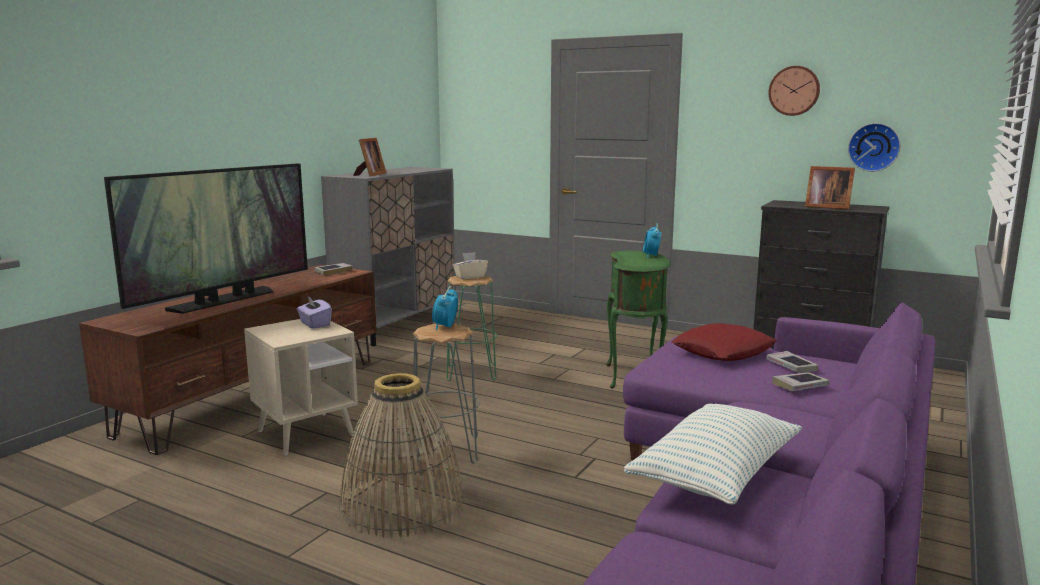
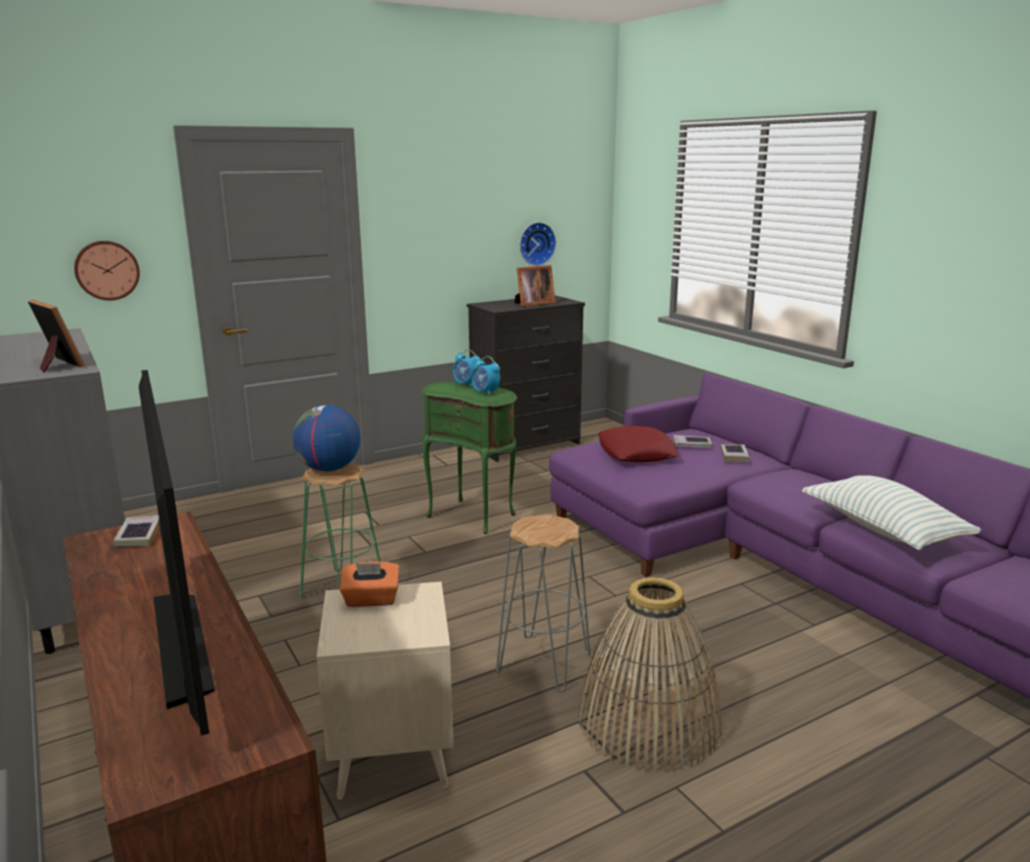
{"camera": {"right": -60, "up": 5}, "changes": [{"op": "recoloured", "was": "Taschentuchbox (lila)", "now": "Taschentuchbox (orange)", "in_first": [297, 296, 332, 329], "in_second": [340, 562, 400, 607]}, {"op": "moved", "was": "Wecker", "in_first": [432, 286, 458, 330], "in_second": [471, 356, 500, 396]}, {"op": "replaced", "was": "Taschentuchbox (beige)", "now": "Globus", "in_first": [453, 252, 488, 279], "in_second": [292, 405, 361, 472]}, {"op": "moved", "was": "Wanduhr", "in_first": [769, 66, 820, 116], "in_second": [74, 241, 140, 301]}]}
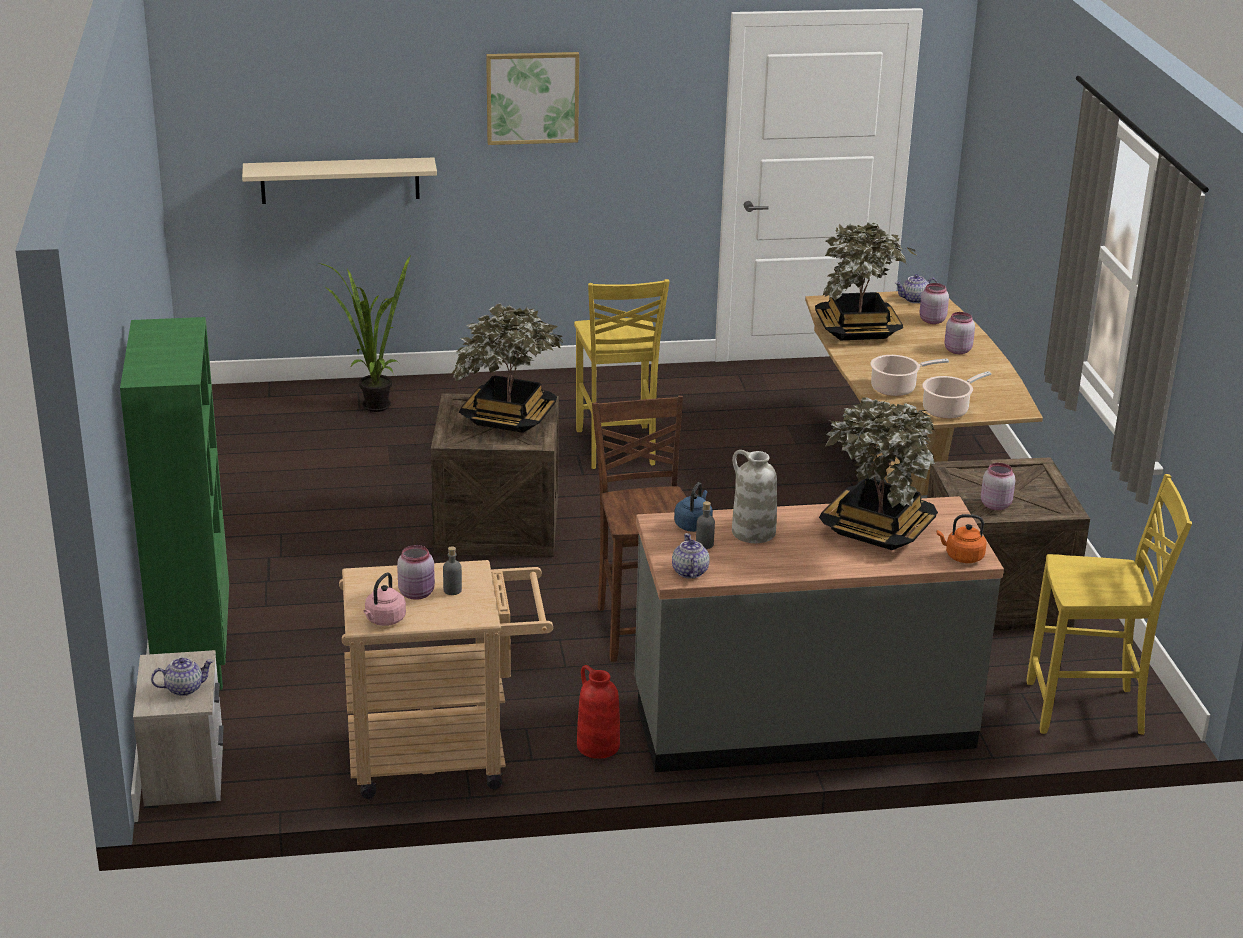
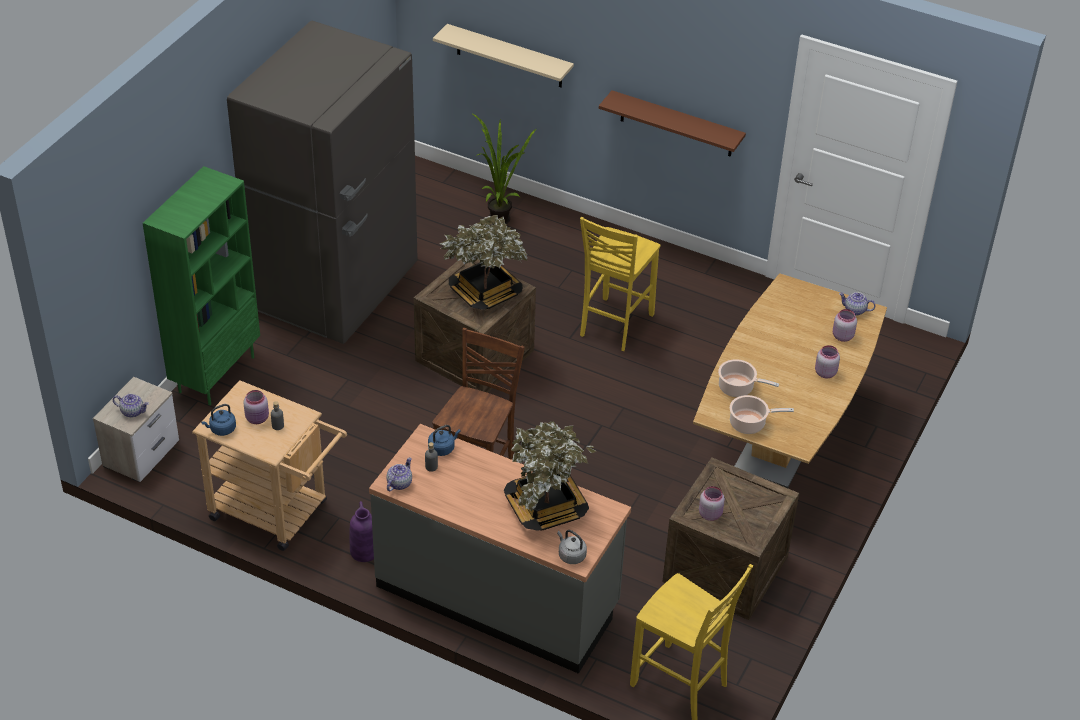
{"camera": {"right": 35, "up": 15}, "changes": [{"op": "recoloured", "was": "Wasserkessel (rosa)", "now": "Wasserkessel (blau)", "in_first": [364, 572, 406, 626], "in_second": [201, 404, 236, 436]}, {"op": "removed", "was": "Bild", "in_first": [486, 52, 579, 145]}, {"op": "recoloured", "was": "Vase (rot)", "now": "Vase (lila)", "in_first": [577, 665, 620, 759], "in_second": [350, 501, 374, 562]}, {"op": "removed", "was": "Vase (weiß)", "in_first": [732, 450, 777, 543]}, {"op": "removed", "was": "Topfpflanze", "in_first": [815, 222, 918, 340]}, {"op": "recoloured", "was": "Wasserkessel (orange)", "now": "Wasserkessel (grau)", "in_first": [937, 514, 987, 563], "in_second": [557, 530, 587, 564]}, {"op": "added", "now": "Kühlschrank (grau)", "in_second": [227, 21, 418, 344]}, {"op": "added", "now": "Wandregal (braun)", "in_second": [599, 90, 746, 157]}]}
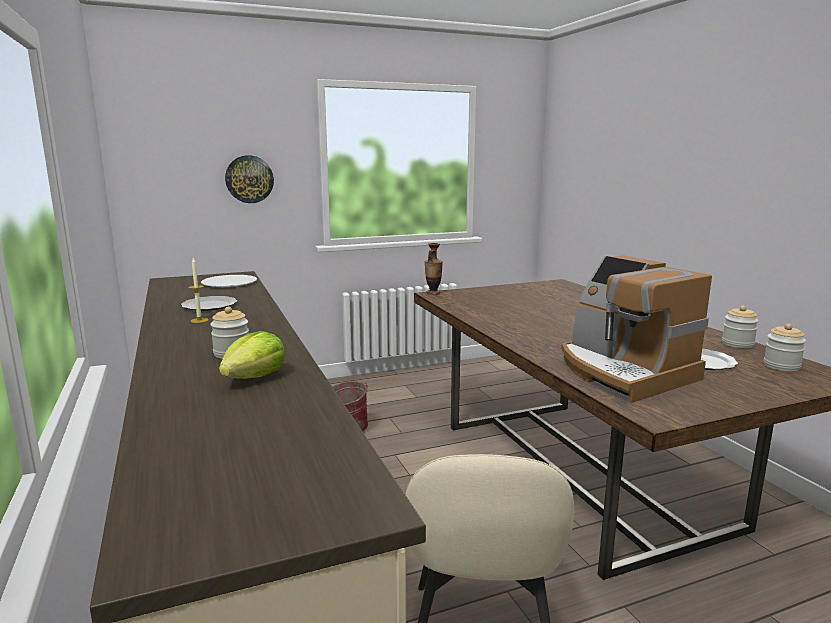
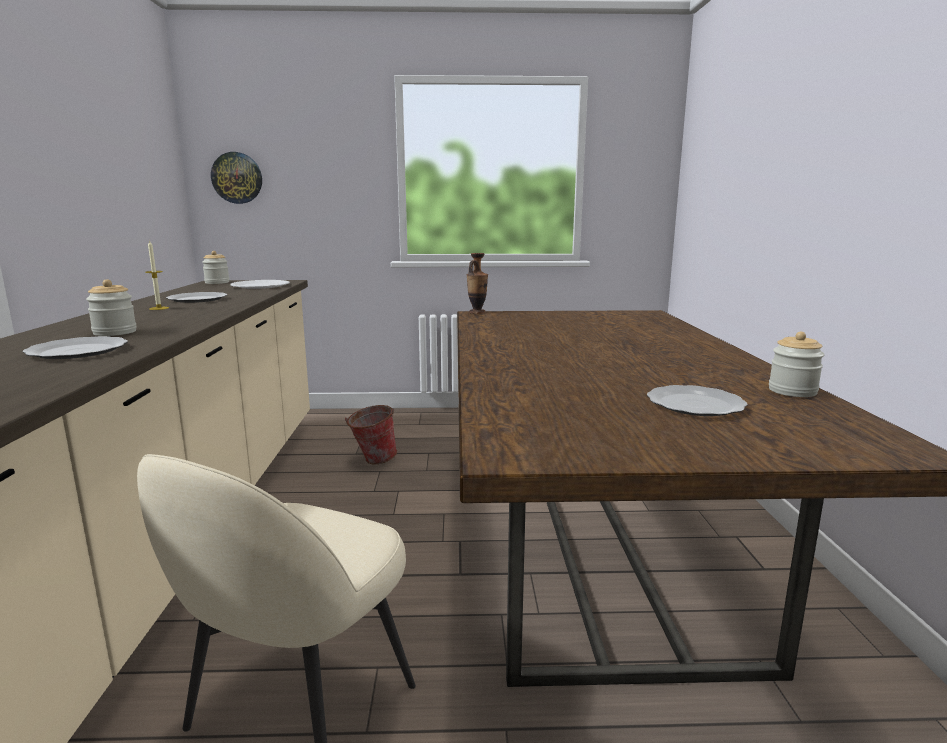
{"camera": {"right": 20, "up": 0}, "changes": [{"op": "replaced", "was": "Salatkopf", "now": "Teller", "in_first": [219, 331, 285, 379], "in_second": [22, 336, 128, 359]}, {"op": "moved", "was": "Wanduhr", "in_first": [225, 155, 274, 203], "in_second": [211, 152, 262, 204]}, {"op": "removed", "was": "Kaffeemaschine", "in_first": [561, 255, 712, 403]}, {"op": "moved", "was": "Vorratsglas", "in_first": [764, 324, 806, 372], "in_second": [202, 251, 230, 284]}]}
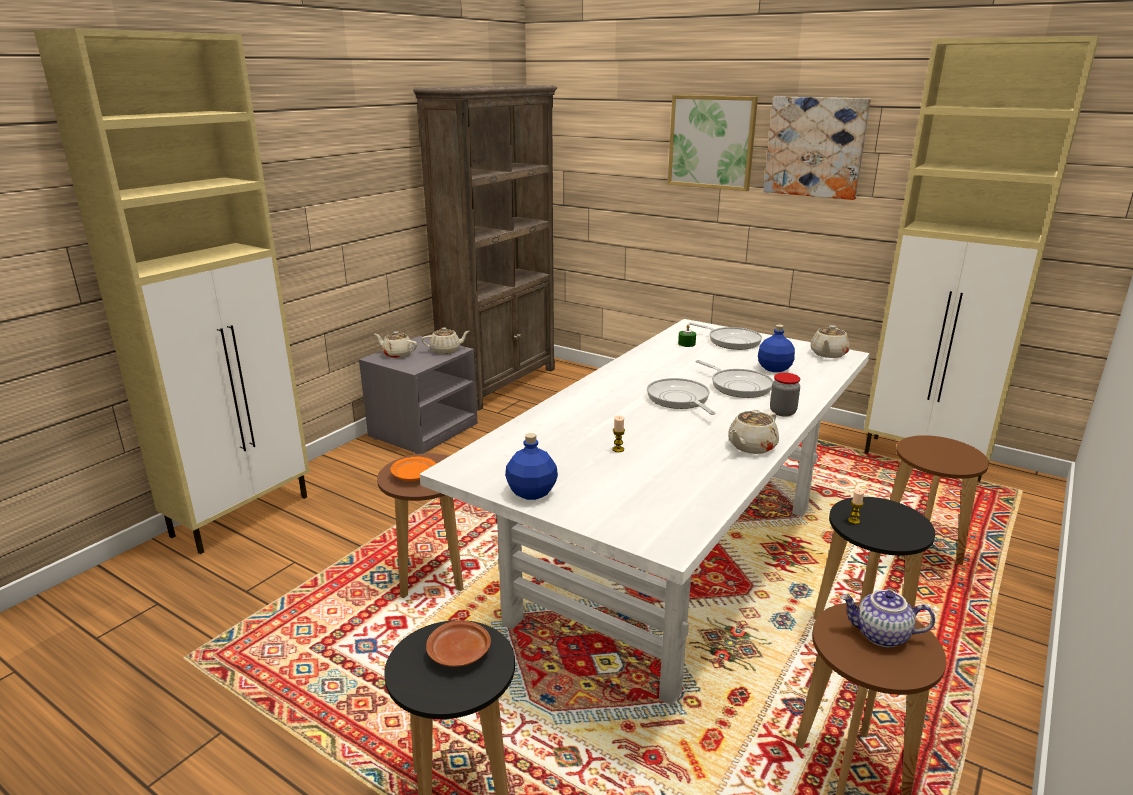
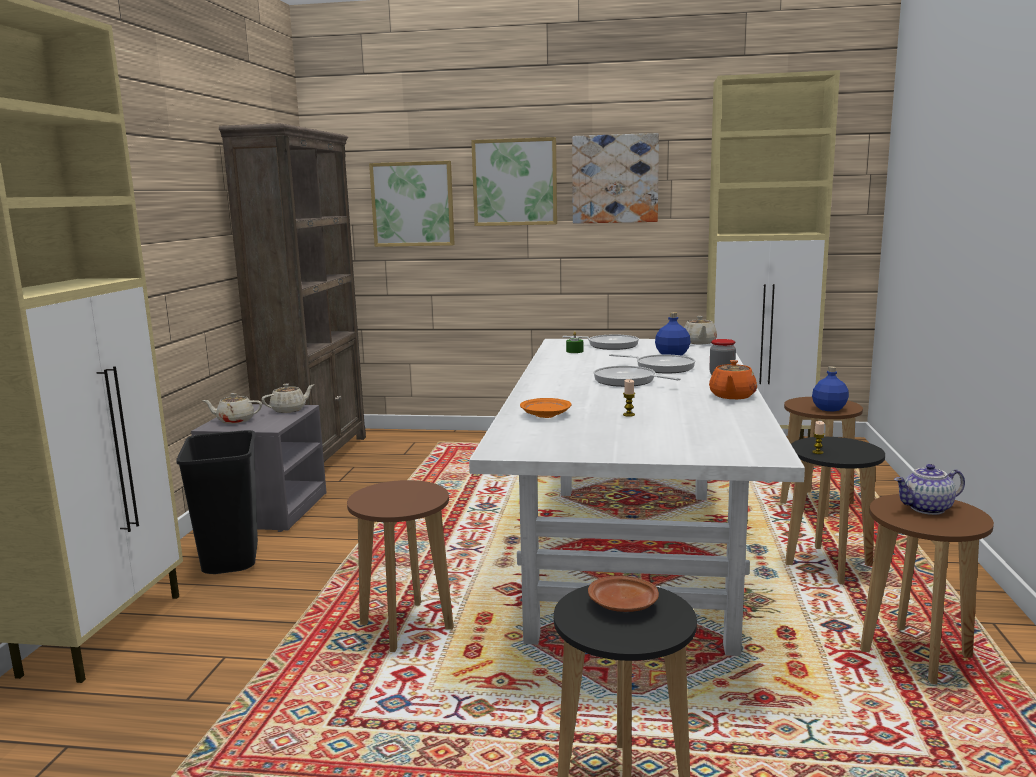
{"camera": {"right": -25, "up": -10}, "changes": [{"op": "moved", "was": "Teller (orange)", "in_first": [390, 457, 436, 481], "in_second": [520, 398, 571, 418]}, {"op": "moved", "was": "Flasche (blau)", "in_first": [505, 433, 558, 500], "in_second": [812, 366, 849, 411]}, {"op": "recoloured", "was": "Teekanne (beige)", "now": "Teekanne (orange)", "in_first": [728, 410, 779, 454], "in_second": [709, 360, 757, 399]}, {"op": "added", "now": "Mülleimer (schwarz)", "in_second": [176, 430, 258, 574]}, {"op": "added", "now": "Bild", "in_second": [369, 161, 455, 247]}]}
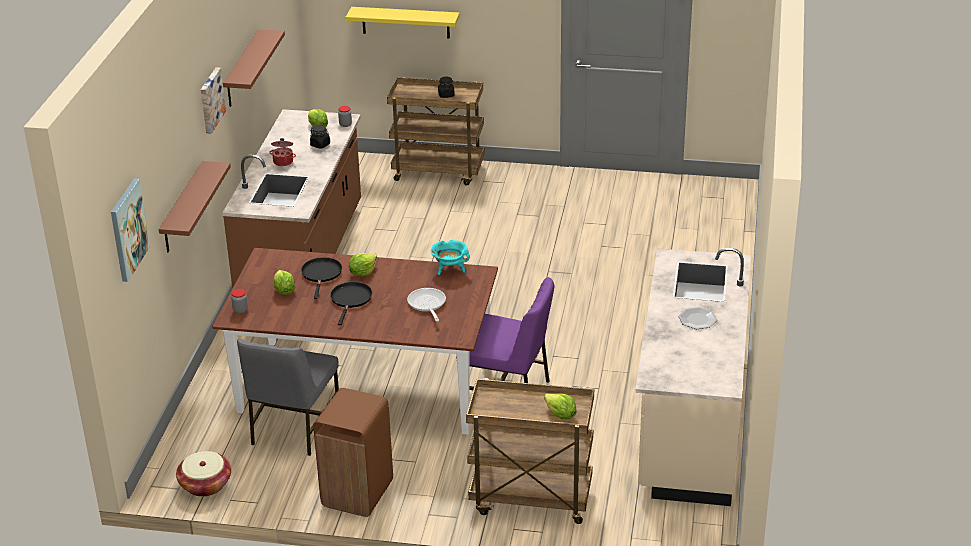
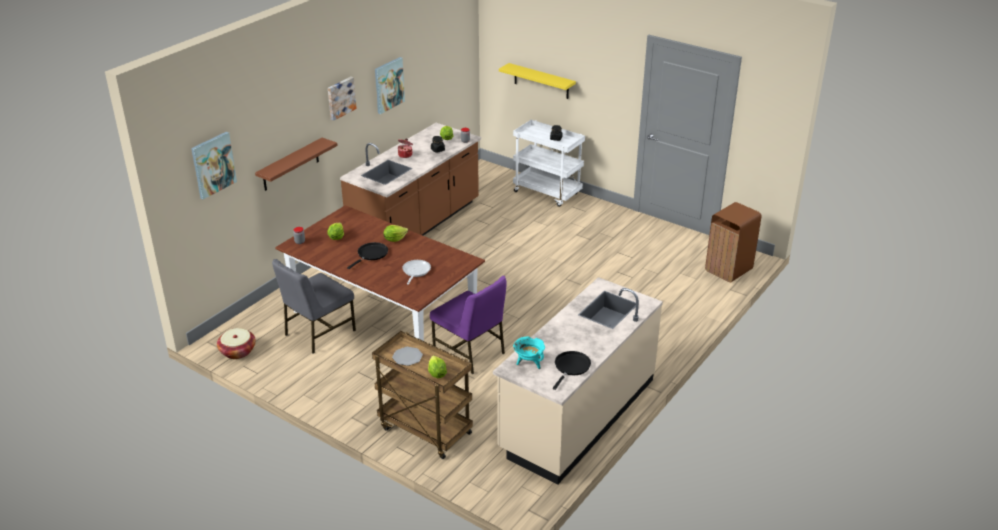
{"camera": {"right": 25, "up": 0}, "changes": [{"op": "replaced", "was": "Wandregal (braun)", "now": "Bild", "in_first": [223, 29, 285, 107], "in_second": [375, 57, 405, 114]}, {"op": "moved", "was": "Pfanne (schwarz)", "in_first": [301, 257, 342, 299], "in_second": [553, 351, 591, 390]}, {"op": "moved", "was": "Mülleimer (braun)", "in_first": [313, 388, 393, 517], "in_second": [705, 202, 762, 282]}, {"op": "recoloured", "was": "Rollwagen (braun)", "now": "Rollwagen (weiß)", "in_first": [387, 77, 485, 186], "in_second": [513, 120, 585, 207]}, {"op": "moved", "was": "Kochtopf (türkis)", "in_first": [431, 240, 470, 275], "in_second": [513, 336, 545, 369]}, {"op": "moved", "was": "Teller", "in_first": [679, 307, 717, 329], "in_second": [392, 347, 423, 366]}]}
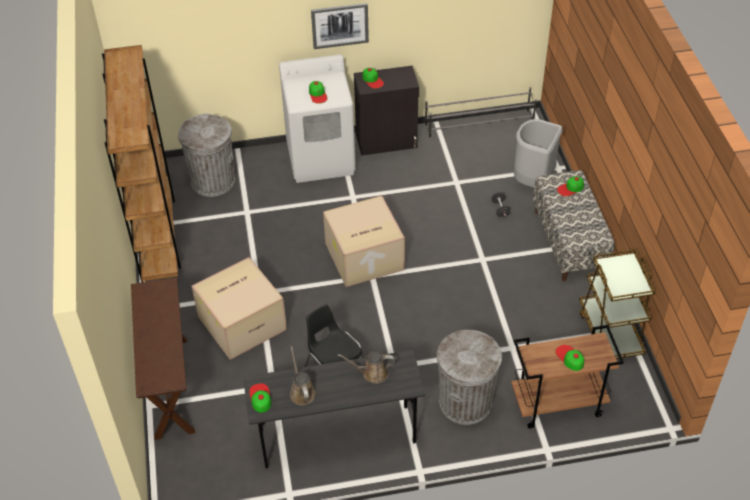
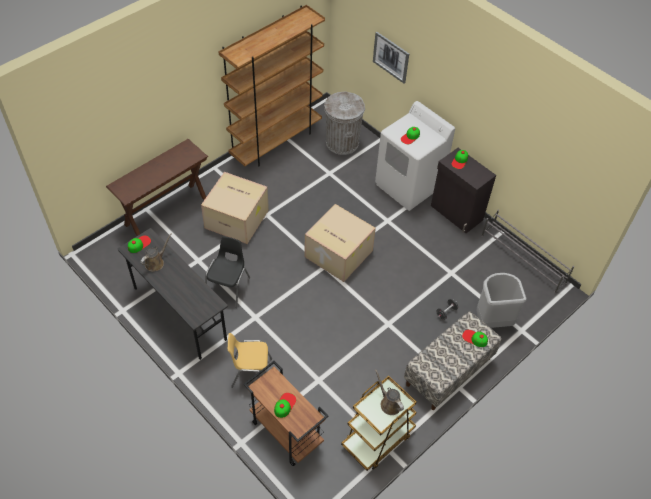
{"camera": {"right": 55, "up": 5}, "changes": [{"op": "moved", "was": "Bild", "in_first": [311, 3, 369, 49], "in_second": [373, 32, 409, 84]}, {"op": "moved", "was": "Gießkanne (braun)", "in_first": [338, 351, 395, 384], "in_second": [375, 370, 404, 415]}, {"op": "replaced", "was": "Mülleimer (grau)", "now": "Stuhl (gelb)", "in_first": [437, 330, 502, 425], "in_second": [228, 333, 272, 388]}]}
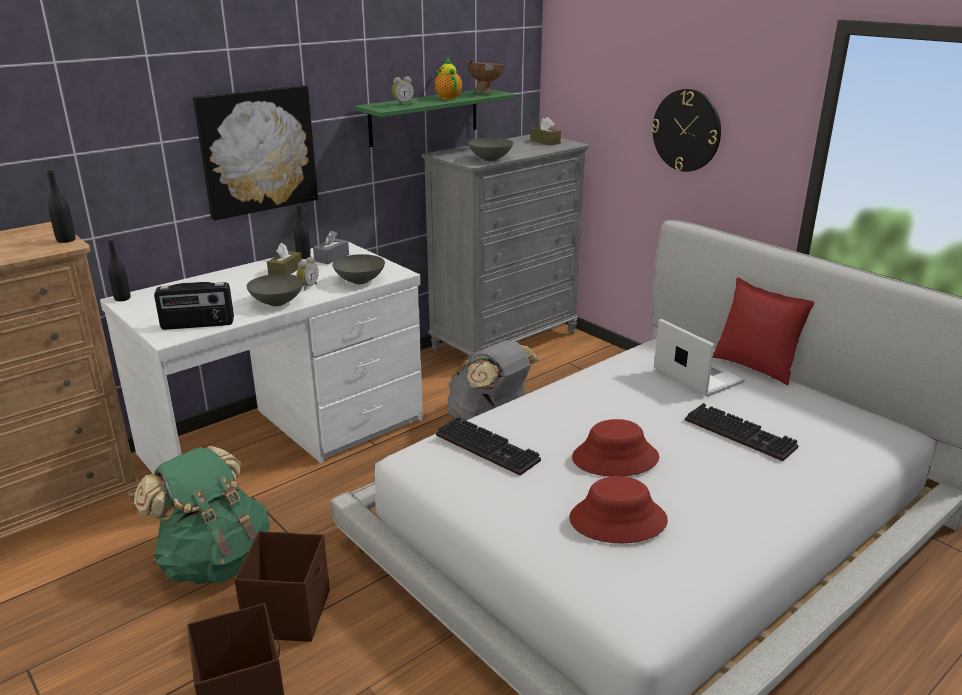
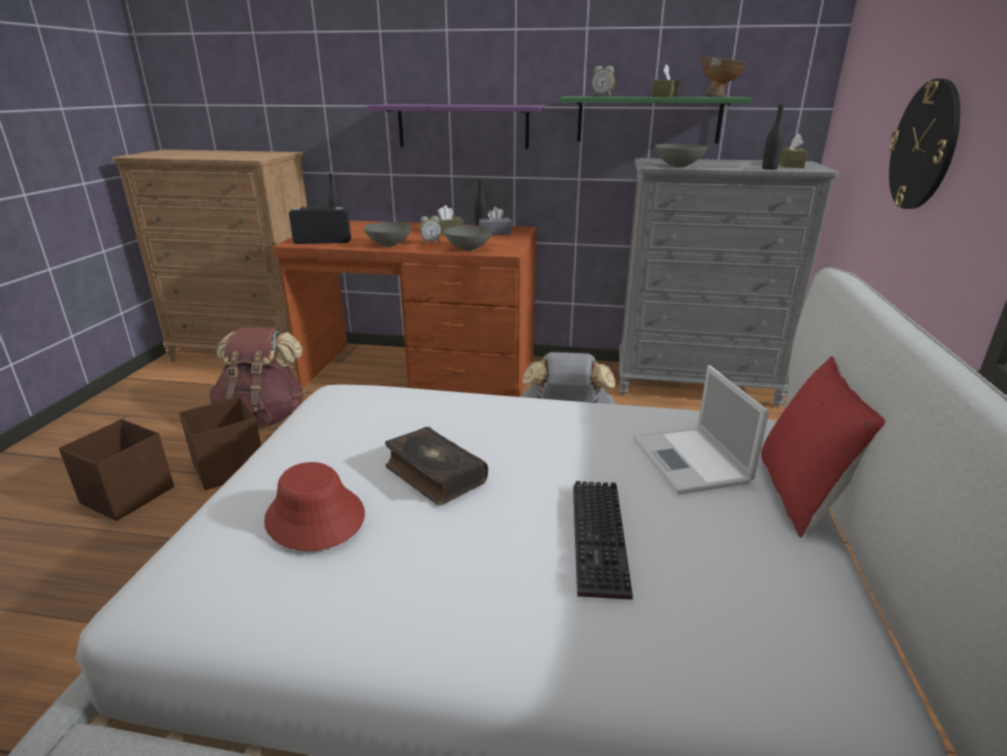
{"camera": {"right": 50, "up": 0}, "changes": [{"op": "moved", "was": "Flasche (schwarz)", "in_first": [47, 169, 75, 243], "in_second": [762, 104, 784, 170]}, {"op": "recoloured", "was": "Schreibtisch (weiß)", "now": "Schreibtisch (braun)", "in_first": [100, 242, 423, 474], "in_second": [273, 220, 537, 397]}, {"op": "recoloured", "was": "Rucksack (grün)", "now": "Rucksack (braun)", "in_first": [134, 446, 270, 584], "in_second": [209, 328, 305, 427]}, {"op": "turned", "was": "Radio", "in_first": [154, 282, 234, 330], "in_second": [289, 206, 351, 244], "clockwise": 135}, {"op": "replaced", "was": "Bild", "now": "Wandregal (lila)", "in_first": [193, 85, 318, 220], "in_second": [367, 104, 545, 149]}, {"op": "replaced", "was": "Teekanne", "now": "Taschentuchbox (braun)", "in_first": [435, 58, 462, 100], "in_second": [652, 64, 679, 97]}, {"op": "removed", "was": "Tastatur", "in_first": [436, 417, 541, 476]}, {"op": "replaced", "was": "Hut (rot)", "now": "Buch", "in_first": [572, 419, 659, 477], "in_second": [385, 427, 488, 506]}, {"op": "turned", "was": "Laptop", "in_first": [654, 319, 745, 397], "in_second": [633, 365, 769, 495], "clockwise": 150}]}
